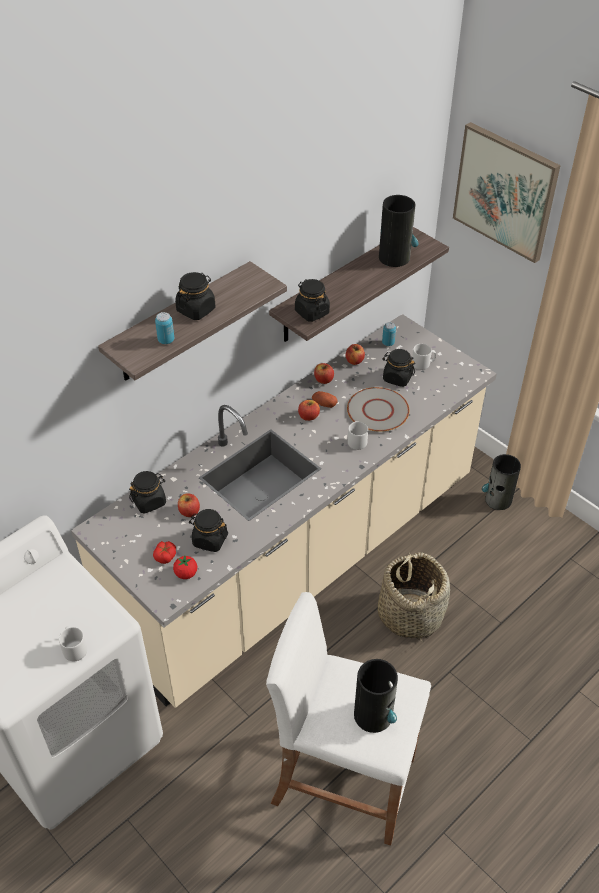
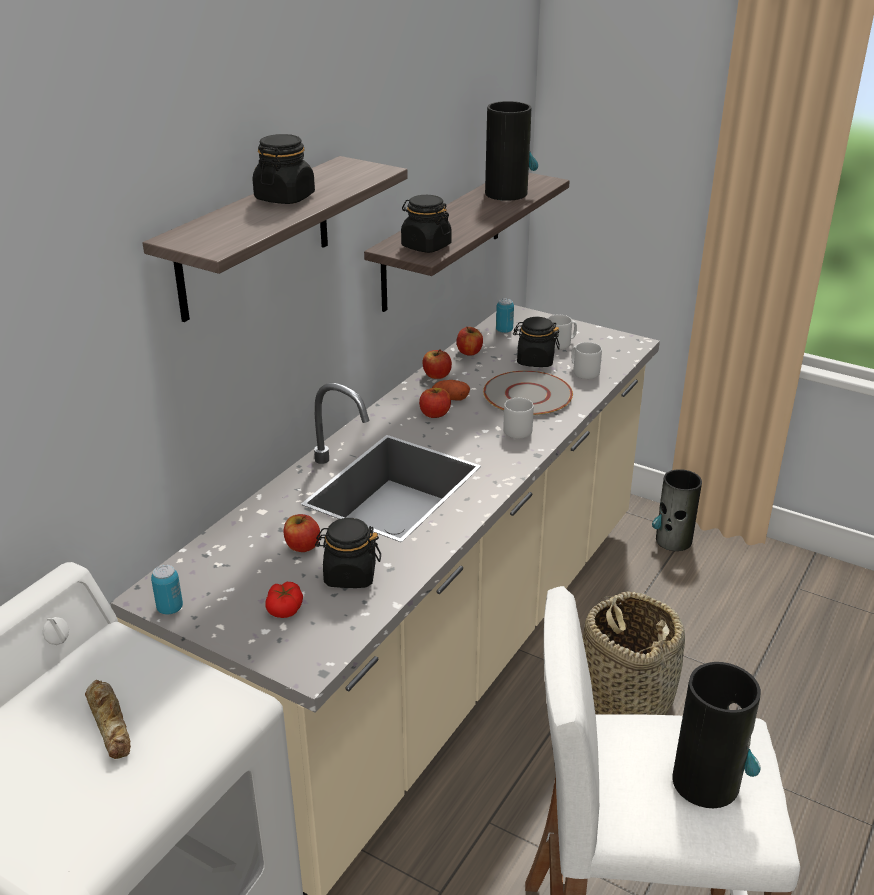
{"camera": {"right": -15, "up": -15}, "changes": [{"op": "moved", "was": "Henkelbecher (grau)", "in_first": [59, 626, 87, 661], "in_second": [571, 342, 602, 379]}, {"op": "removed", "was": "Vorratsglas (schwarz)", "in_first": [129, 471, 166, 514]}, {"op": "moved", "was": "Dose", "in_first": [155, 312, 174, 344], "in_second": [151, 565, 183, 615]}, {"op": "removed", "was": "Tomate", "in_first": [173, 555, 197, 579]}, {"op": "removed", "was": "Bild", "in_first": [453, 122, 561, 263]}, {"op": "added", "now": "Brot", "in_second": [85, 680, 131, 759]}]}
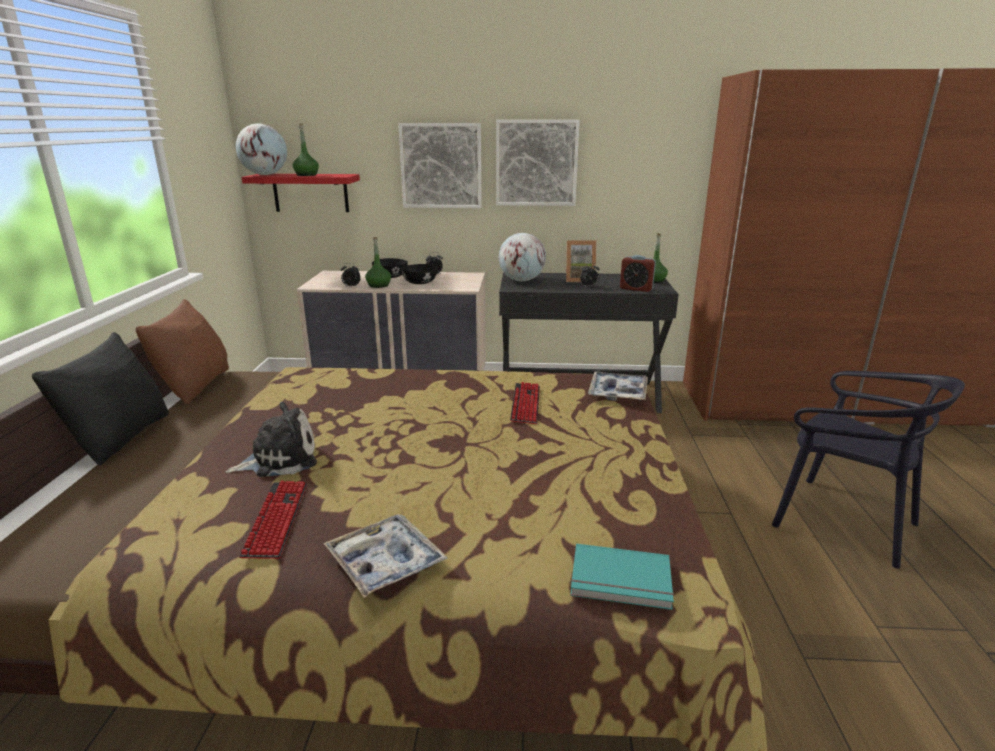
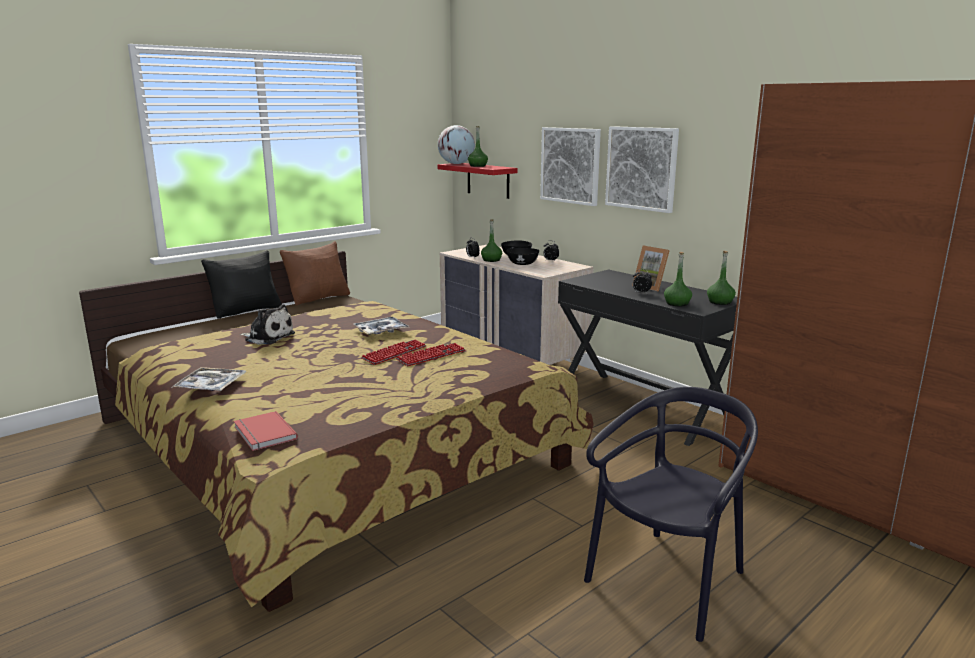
{"camera": {"right": 45, "up": -5}, "changes": [{"op": "moved", "was": "Tastatur", "in_first": [239, 481, 307, 559], "in_second": [361, 340, 427, 365]}, {"op": "removed", "was": "Globus", "in_first": [499, 233, 546, 281]}, {"op": "recoloured", "was": "Buch (türkis)", "now": "Buch (rot)", "in_first": [570, 544, 674, 610], "in_second": [234, 411, 298, 451]}, {"op": "moved", "was": "Tablett", "in_first": [588, 372, 648, 401], "in_second": [354, 317, 409, 335]}, {"op": "replaced", "was": "Wecker", "now": "Flasche (grün)", "in_first": [620, 255, 656, 292], "in_second": [664, 252, 692, 306]}, {"op": "turned", "was": "Stuhl (schwarz)", "in_first": [772, 371, 965, 569], "in_second": [584, 387, 758, 642], "clockwise": -135}]}
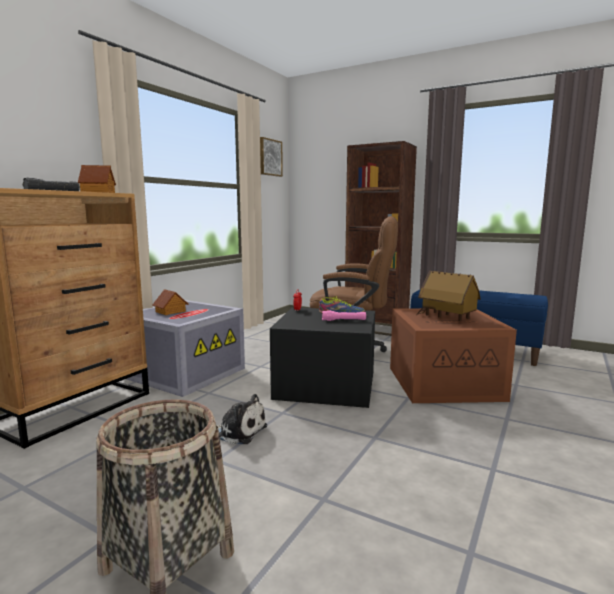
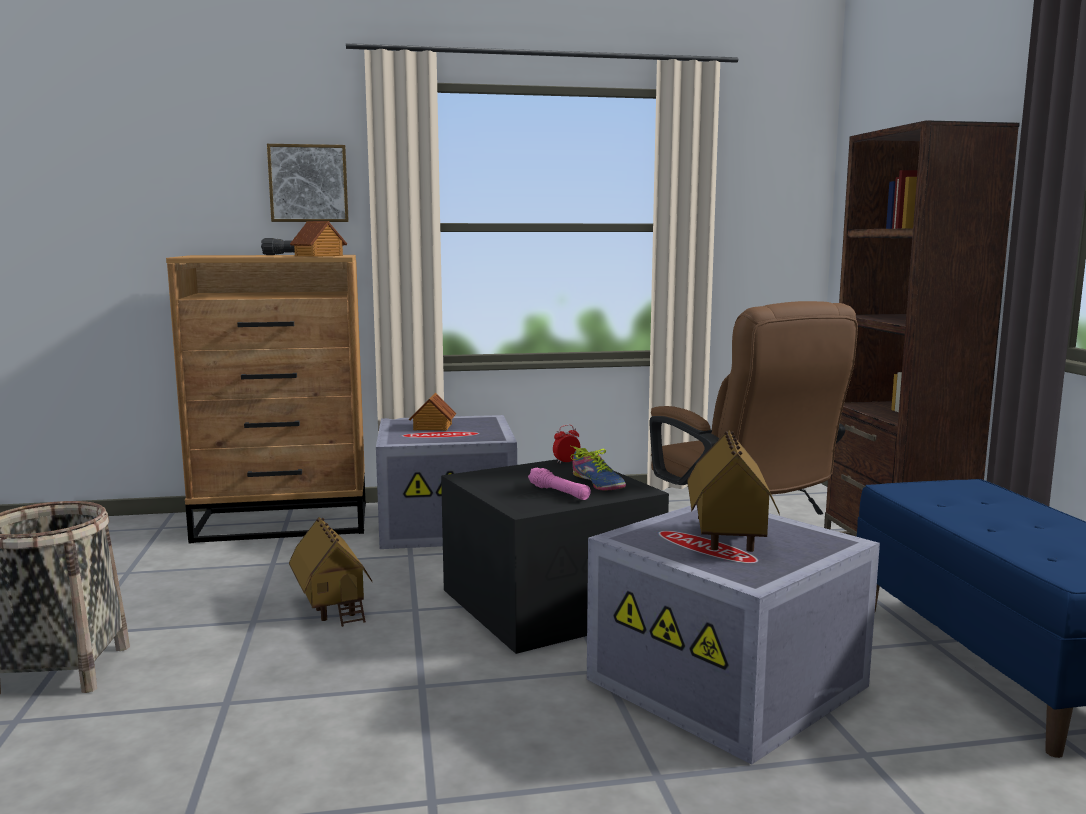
{"camera": {"right": 50, "up": 0}, "changes": [{"op": "replaced", "was": "Plüschtier", "now": "Spielzeughaus", "in_first": [216, 394, 267, 444], "in_second": [289, 517, 372, 627]}, {"op": "moved", "was": "Bild", "in_first": [260, 137, 283, 177], "in_second": [267, 144, 349, 222]}, {"op": "recoloured", "was": "Aufbewahrungsbox (braun)", "now": "Aufbewahrungsbox (grau)", "in_first": [390, 308, 517, 403], "in_second": [587, 504, 880, 765]}]}
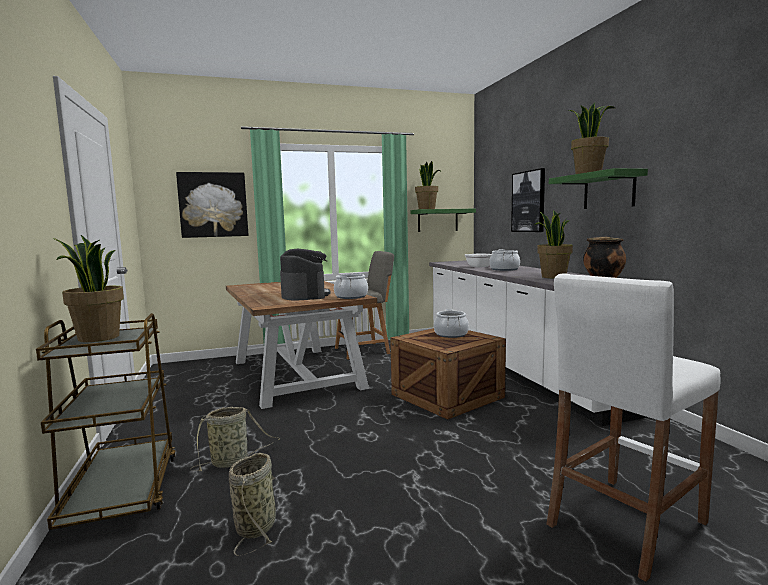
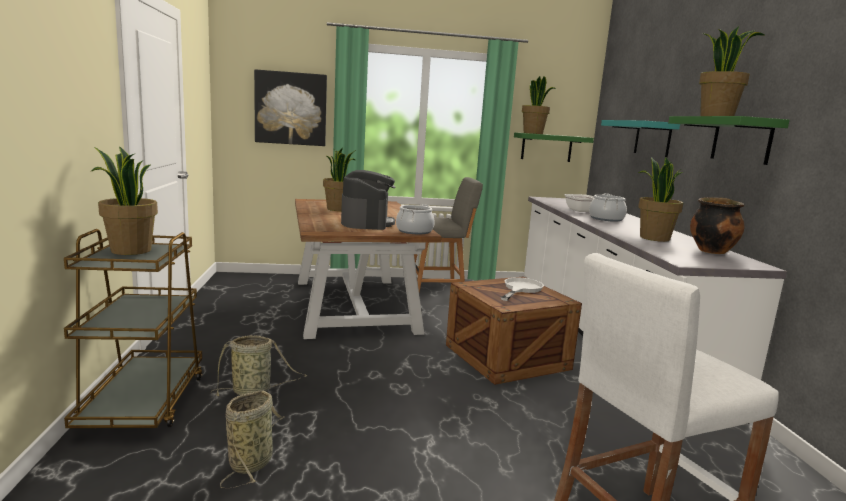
{"camera": {"right": 10, "up": 5}, "changes": [{"op": "replaced", "was": "Kochtopf", "now": "Pfanne (weiß)", "in_first": [434, 309, 469, 338], "in_second": [501, 278, 544, 301]}, {"op": "replaced", "was": "Bild", "now": "Wandregal (türkis)", "in_first": [511, 168, 545, 232], "in_second": [601, 120, 680, 157]}, {"op": "added", "now": "Topfpflanze", "in_second": [323, 147, 356, 211]}]}
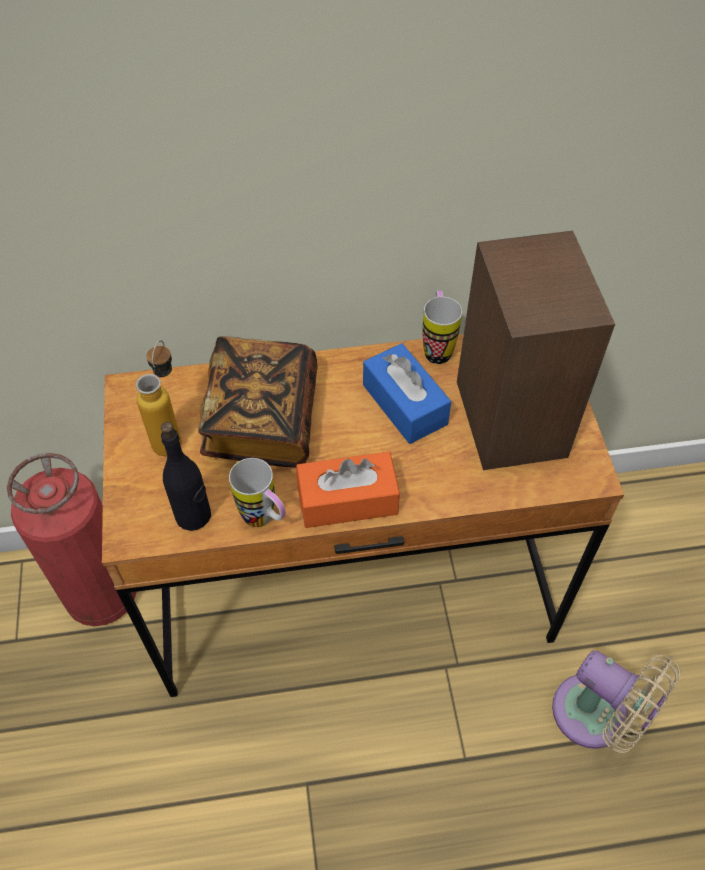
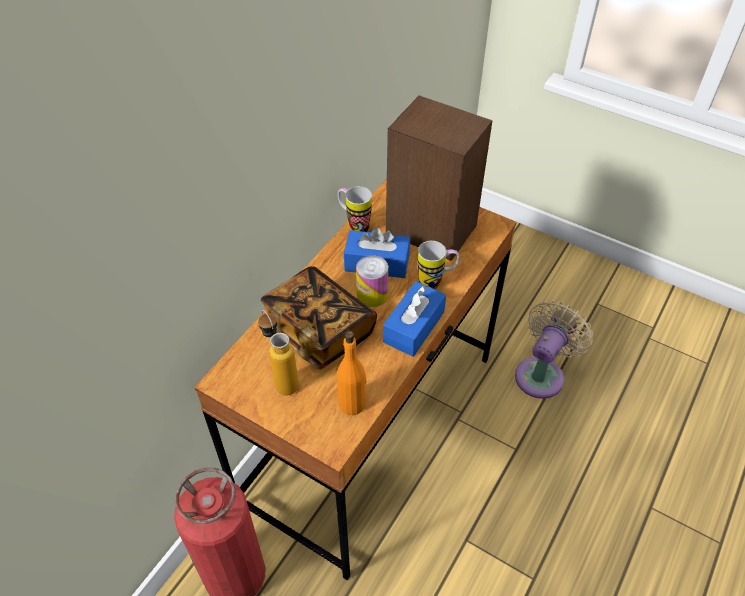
{"camera": {"right": -50, "up": -5}, "changes": [{"op": "recoloured", "was": "Flasche (schwarz)", "now": "Flasche (orange)", "in_first": [161, 422, 211, 531], "in_second": [337, 331, 366, 415]}, {"op": "moved", "was": "Henkelbecher", "in_first": [229, 458, 285, 527], "in_second": [417, 241, 460, 289]}, {"op": "recoloured", "was": "Taschentuchbox (orange)", "now": "Taschentuchbox (blau)", "in_first": [296, 452, 400, 528], "in_second": [383, 281, 446, 357]}, {"op": "turned", "was": "Ventilator (beige)", "in_first": [552, 651, 680, 753], "in_second": [515, 301, 593, 399], "clockwise": -45}, {"op": "added", "now": "Dose", "in_second": [356, 255, 388, 307]}]}
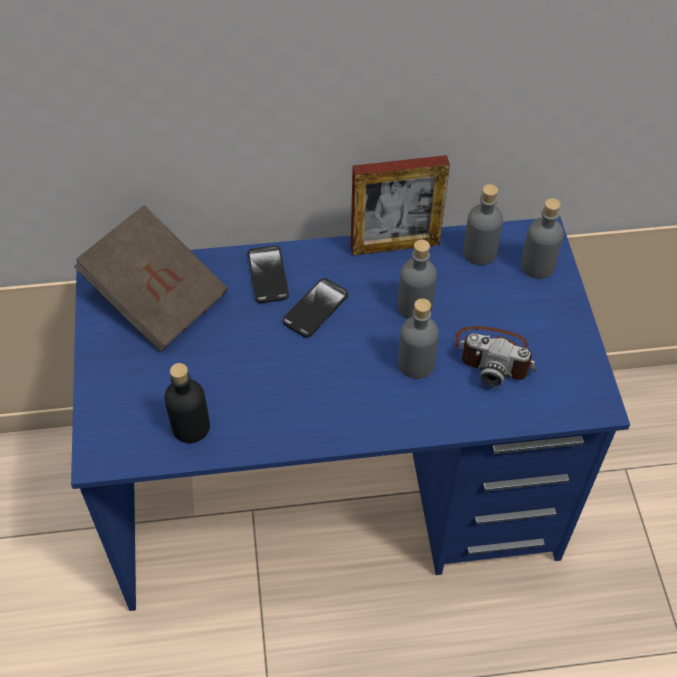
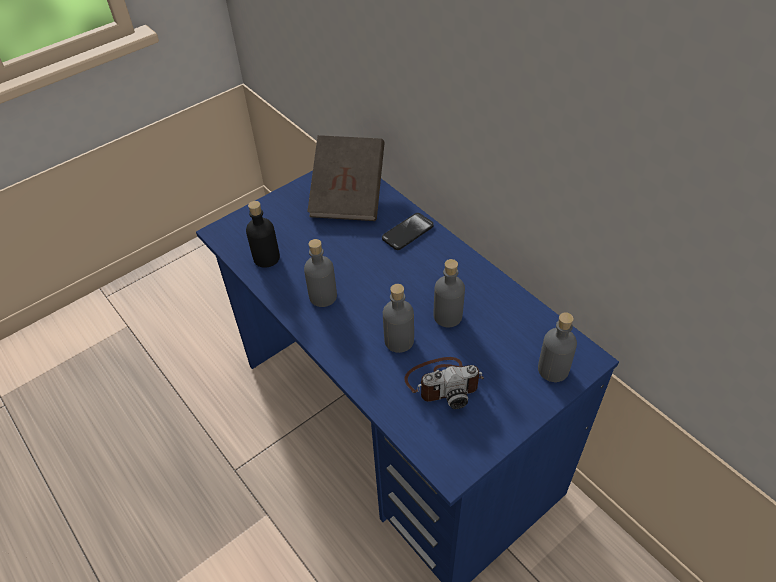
{"camera": {"right": 60, "up": -5}, "changes": [{"op": "removed", "was": "Handy", "in_first": [283, 278, 348, 337]}, {"op": "removed", "was": "Bilderrahmen", "in_first": [351, 155, 450, 255]}, {"op": "turned", "was": "Kamera", "in_first": [455, 326, 536, 387], "in_second": [404, 357, 484, 409], "clockwise": -90}, {"op": "moved", "was": "Flasche (grau)", "in_first": [463, 184, 503, 265], "in_second": [304, 239, 337, 307]}]}
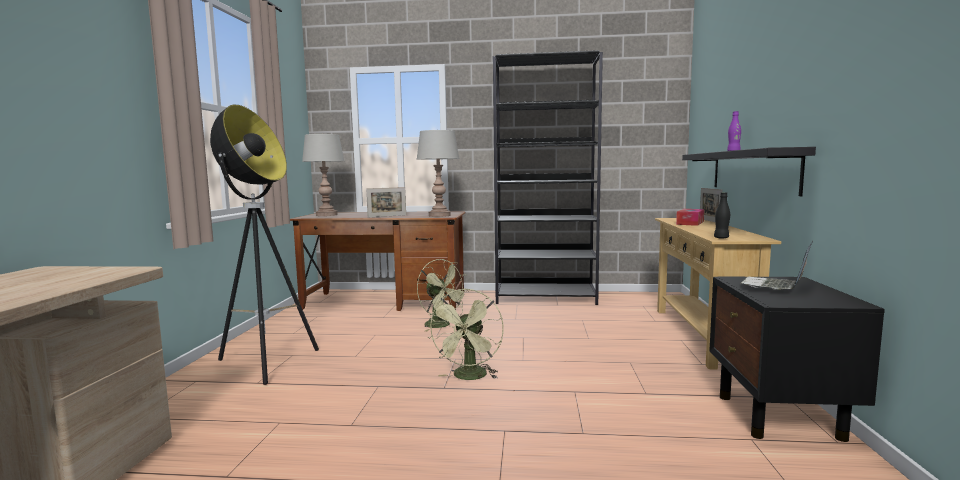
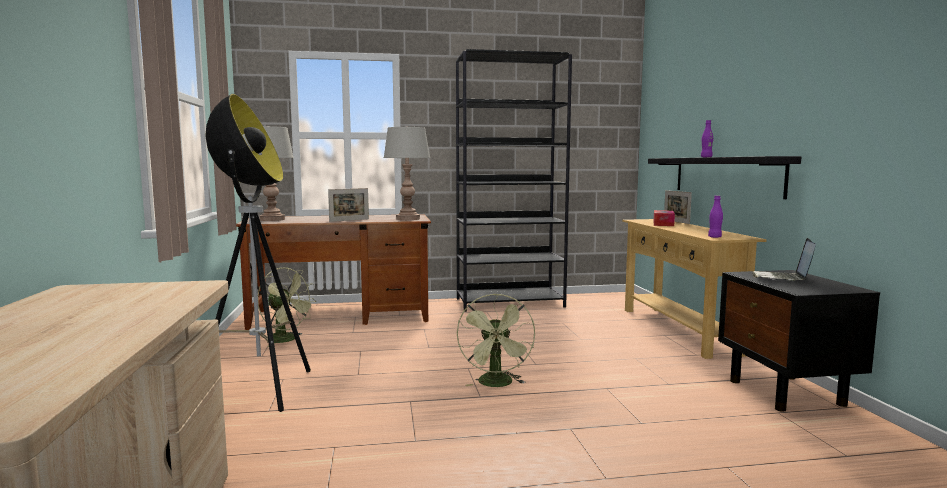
{"camera": {"right": -15, "up": 0}, "changes": [{"op": "moved", "was": "Ventilator (grün)", "in_first": [417, 259, 469, 331], "in_second": [258, 267, 316, 347]}, {"op": "recoloured", "was": "Flasche (schwarz)", "now": "Flasche (lila)", "in_first": [714, 192, 730, 239], "in_second": [708, 195, 723, 238]}]}
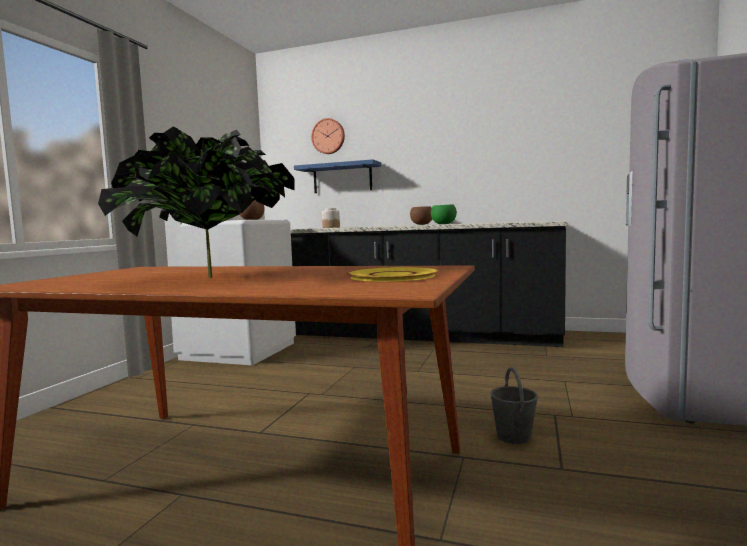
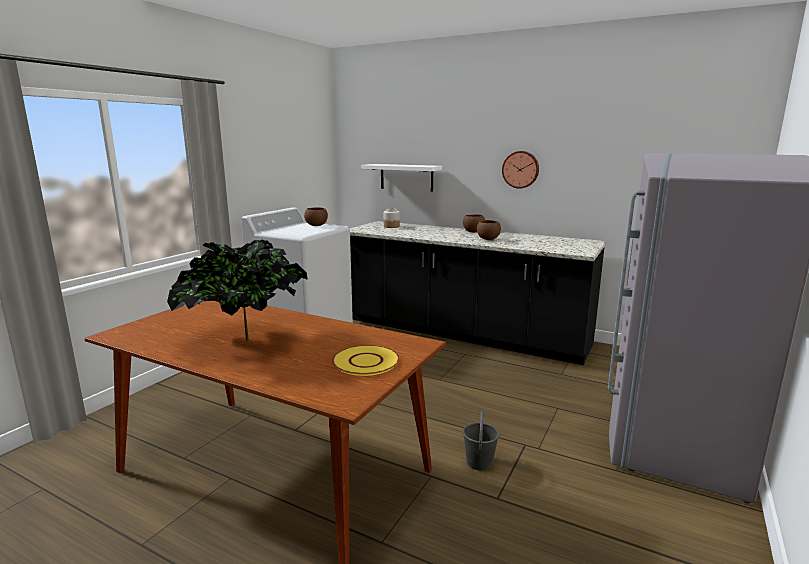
{"camera": {"right": 10, "up": 10}, "changes": [{"op": "recoloured", "was": "Wandregal (blau)", "now": "Wandregal (weiß)", "in_first": [294, 159, 381, 193], "in_second": [361, 164, 442, 192]}, {"op": "moved", "was": "Wanduhr", "in_first": [311, 118, 345, 154], "in_second": [502, 151, 539, 189]}, {"op": "recoloured", "was": "Schüssel (grün)", "now": "Schüssel (braun)", "in_first": [431, 205, 457, 224], "in_second": [477, 220, 501, 240]}]}
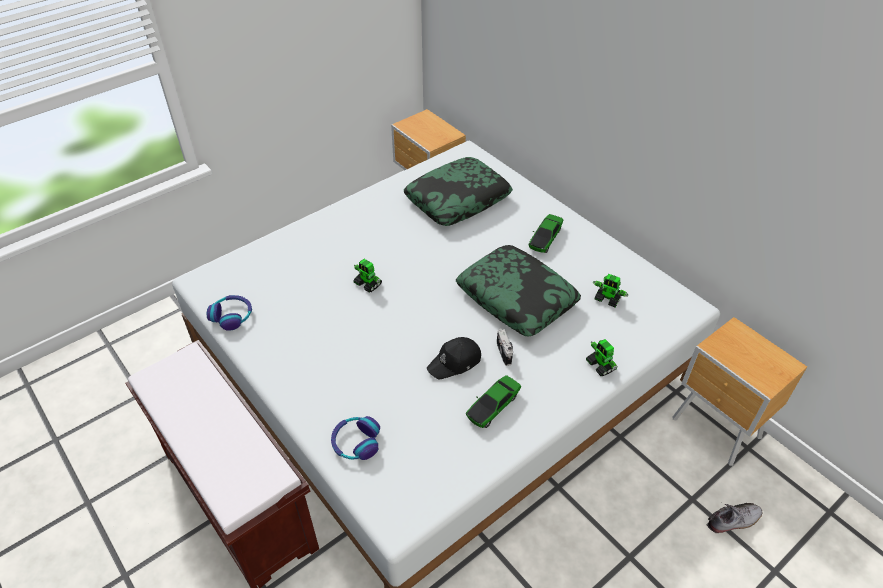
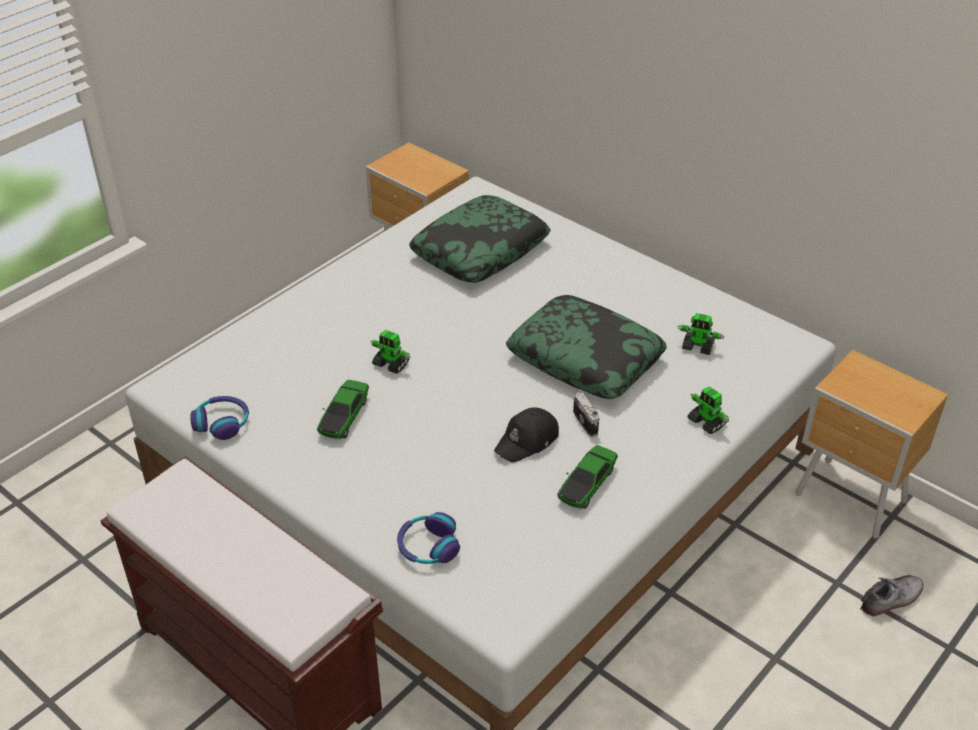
{"camera": {"right": -10, "up": -5}, "changes": [{"op": "moved", "was": "Spielzeugauto", "in_first": [529, 214, 564, 253], "in_second": [317, 380, 369, 439]}]}
